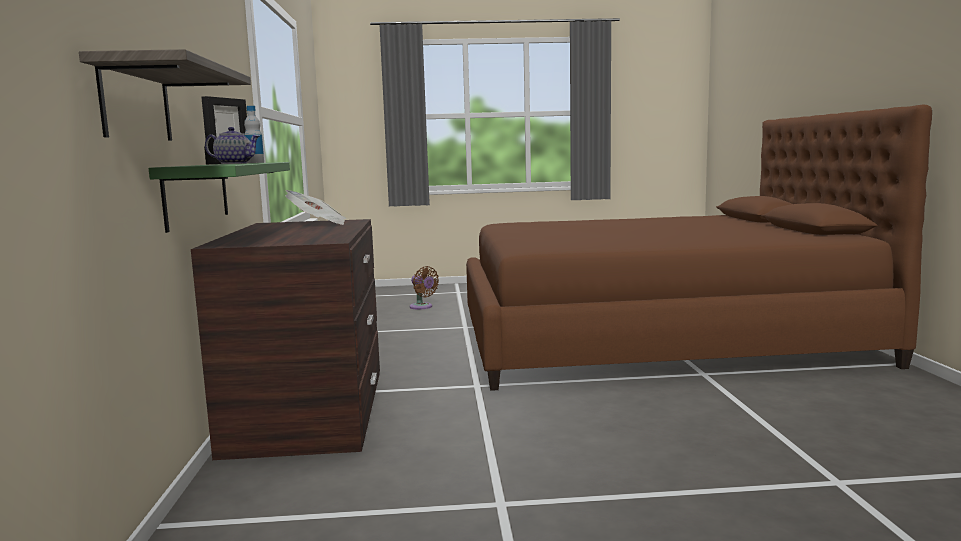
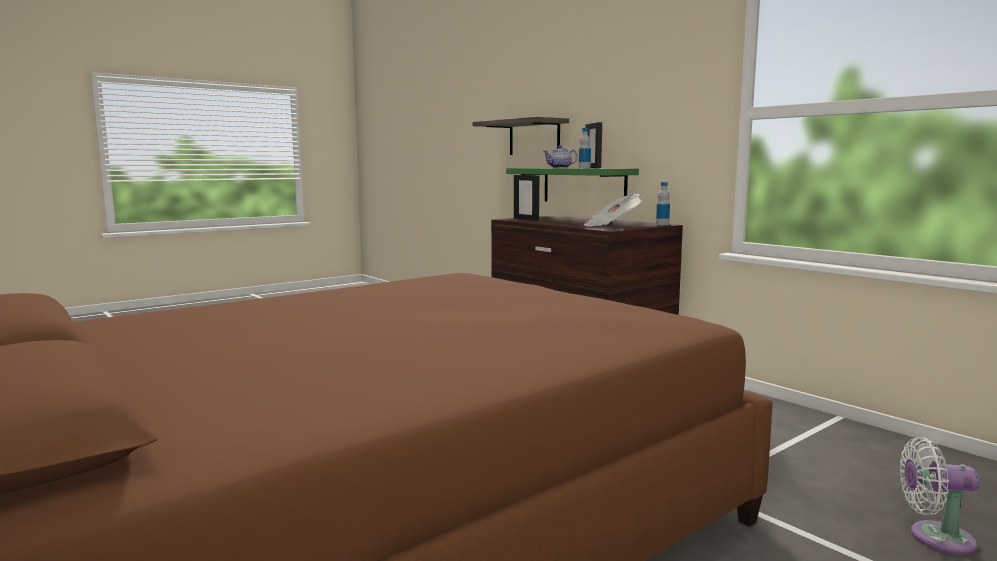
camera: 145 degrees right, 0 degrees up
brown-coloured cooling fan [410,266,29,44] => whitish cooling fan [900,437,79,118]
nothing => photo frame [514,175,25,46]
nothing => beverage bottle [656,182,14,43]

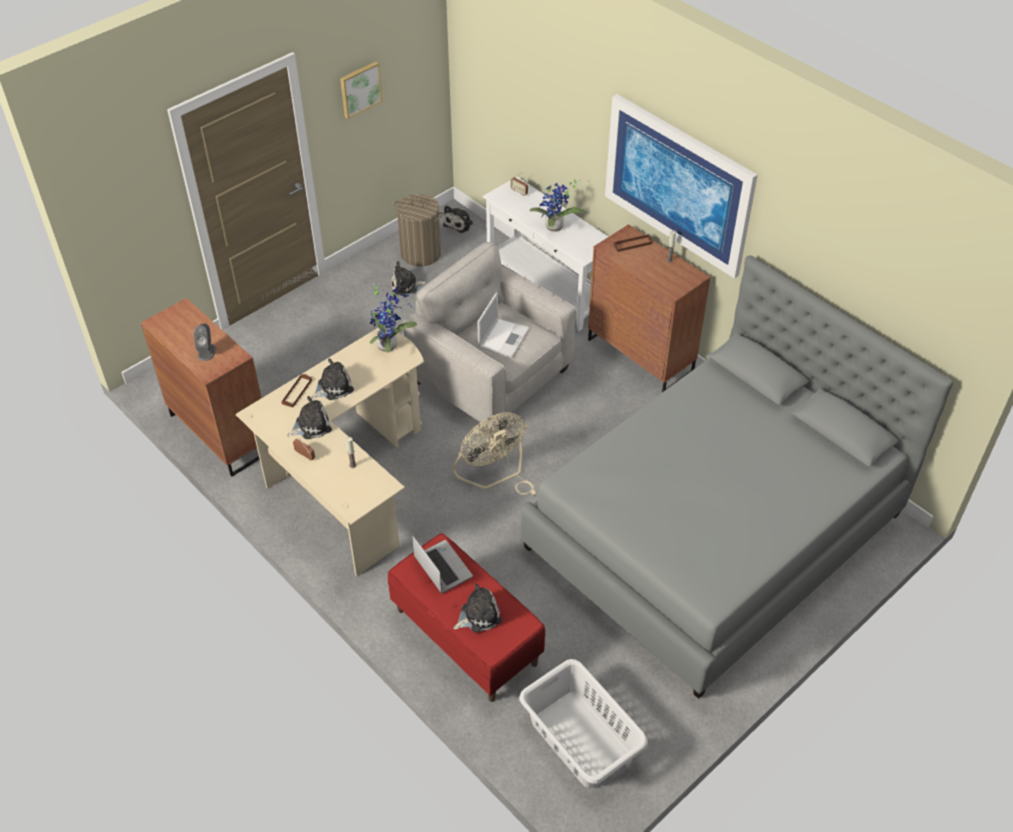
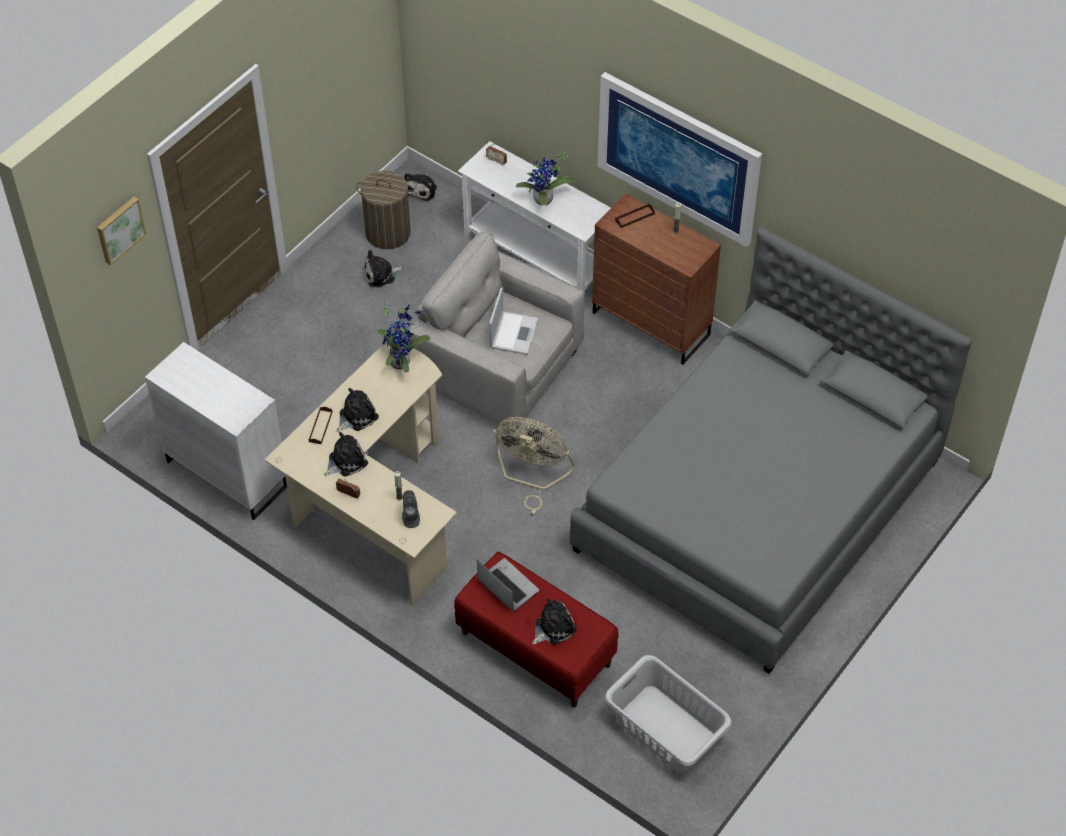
camera: 10 degrees left, 5 degrees up
brown-coloured drawer chest [141,298,120,179] => whitish drawer chest [145,342,142,178]
gray audio speaker [194,323,22,38] => gray audio speaker [402,490,18,38], relocated
picture [340,61,42,58] => picture [97,197,50,68], relocated
sand-coloured cooling fan [452,412,84,84] => sand-coloured cooling fan [493,417,82,98], 60 degrees clockwise

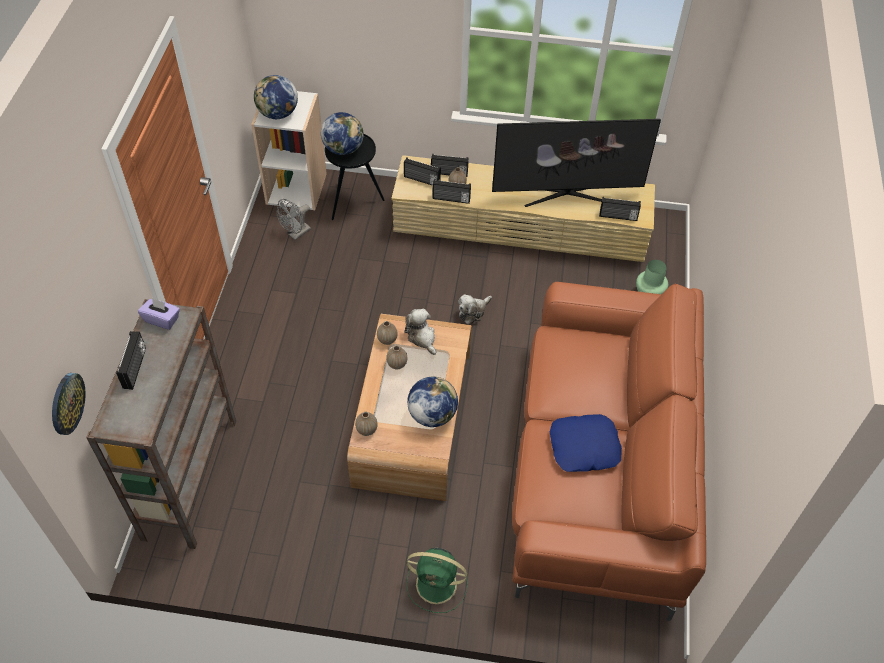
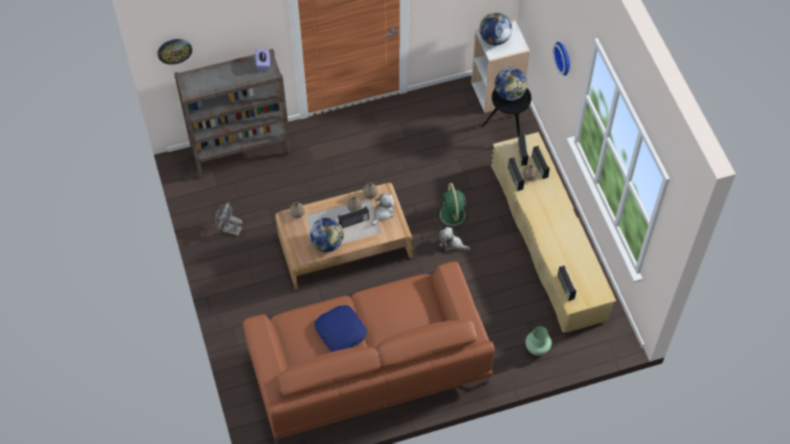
camera: 65 degrees right, 5 degrees up
radio receiver [116,331,30,59] => radio receiver [338,206,31,22], relocated
gray cooling fan [277,199,34,41] => gray cooling fan [215,202,27,34], relocated
greenish cooling fan [407,548,61,65] => greenish cooling fan [434,183,38,48], relocated
TV set [492,119,169,88] => nothing
nothing => wall clock [553,42,17,34]

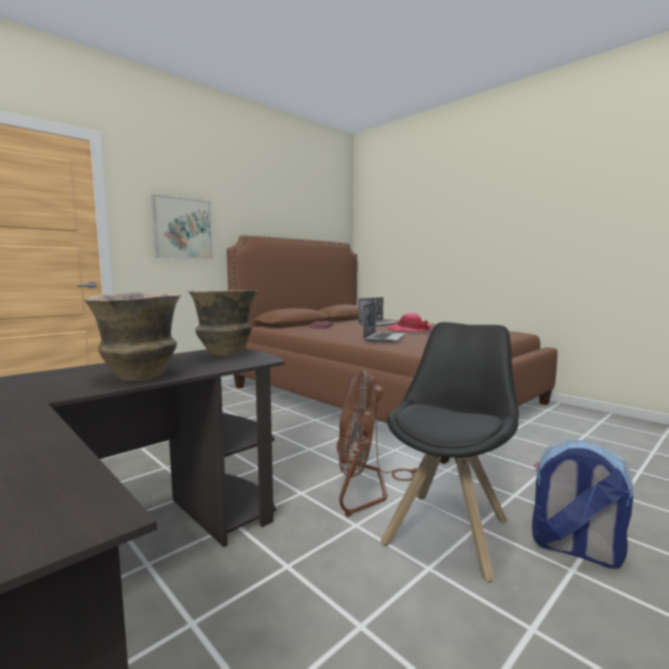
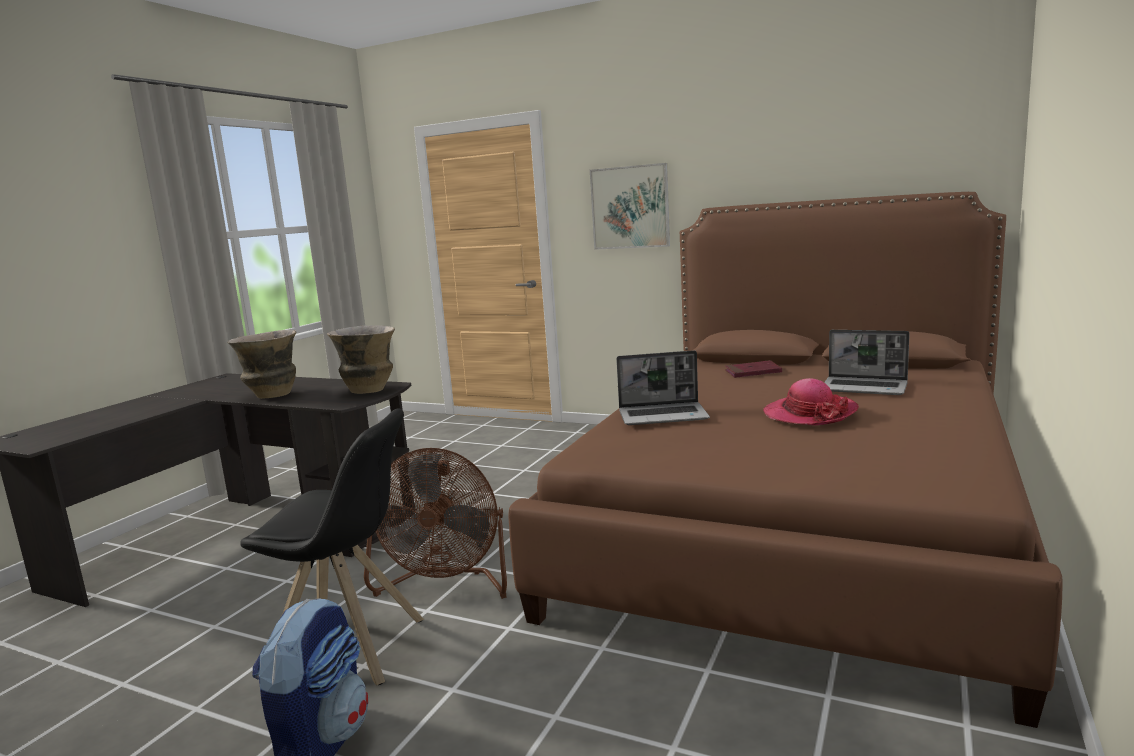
camera: 70 degrees right, 5 degrees up
brown-coloured cooling fan [337,370,81,147] => brown-coloured cooling fan [364,448,143,151], 150 degrees counterclockwise

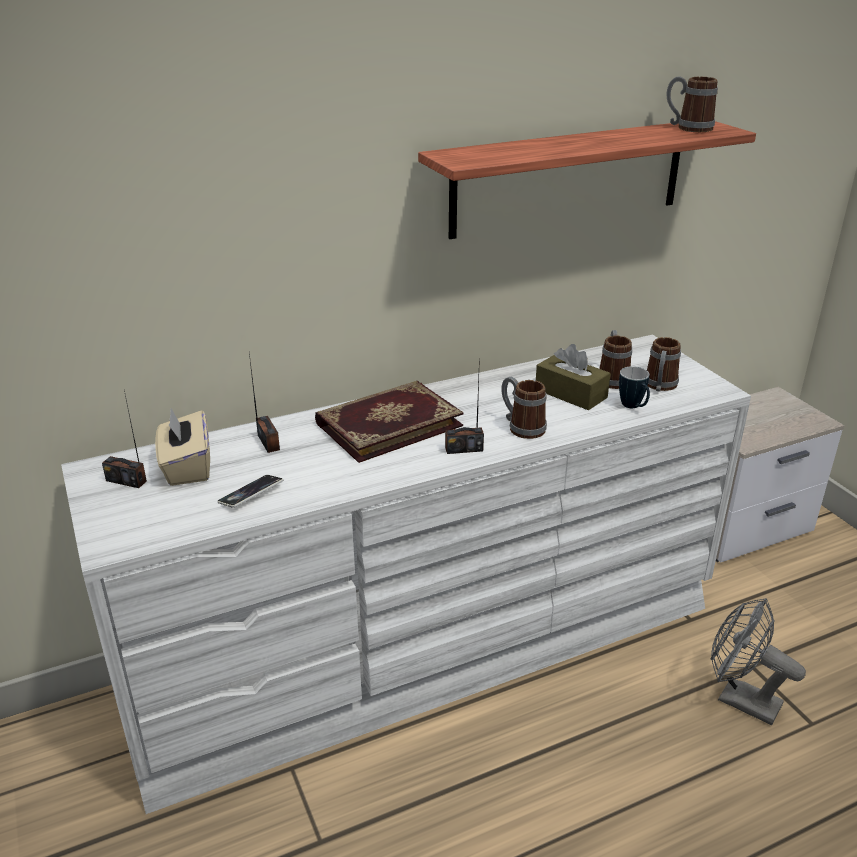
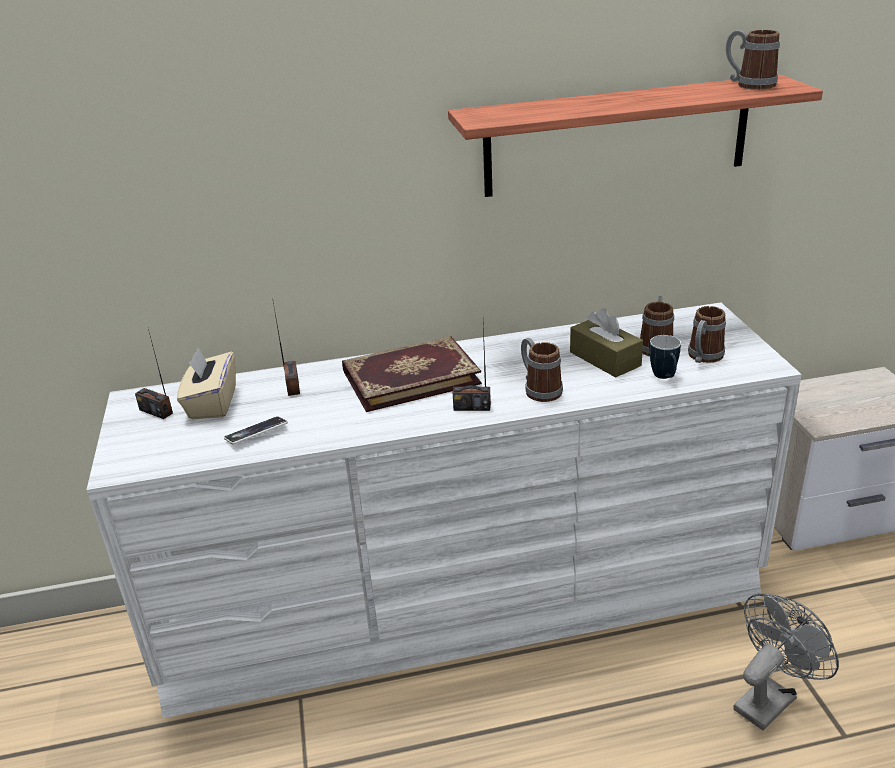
camera: 15 degrees right, 0 degrees up
gray cooling fan [711,598,95,127] => gray cooling fan [733,593,106,138], 90 degrees clockwise

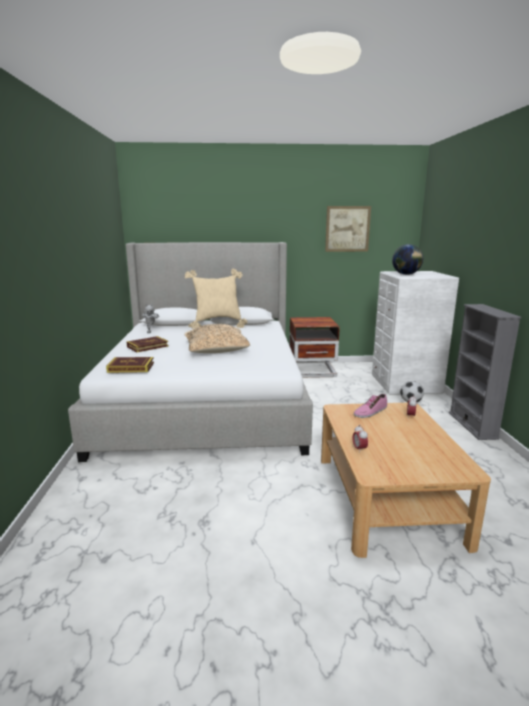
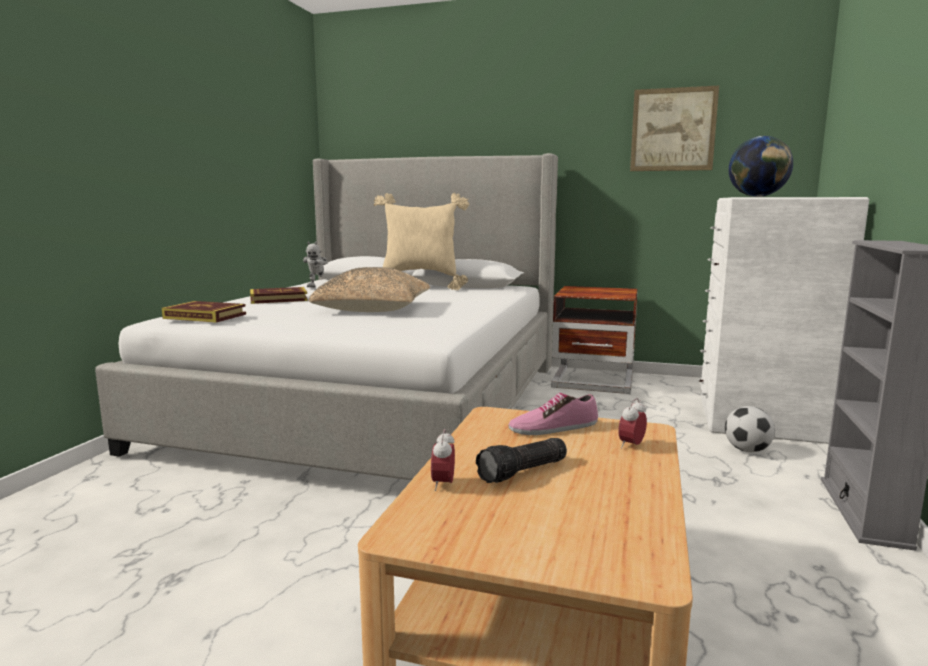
camera: 20 degrees right, 5 degrees down
nothing => hand torch [476,438,91,45]

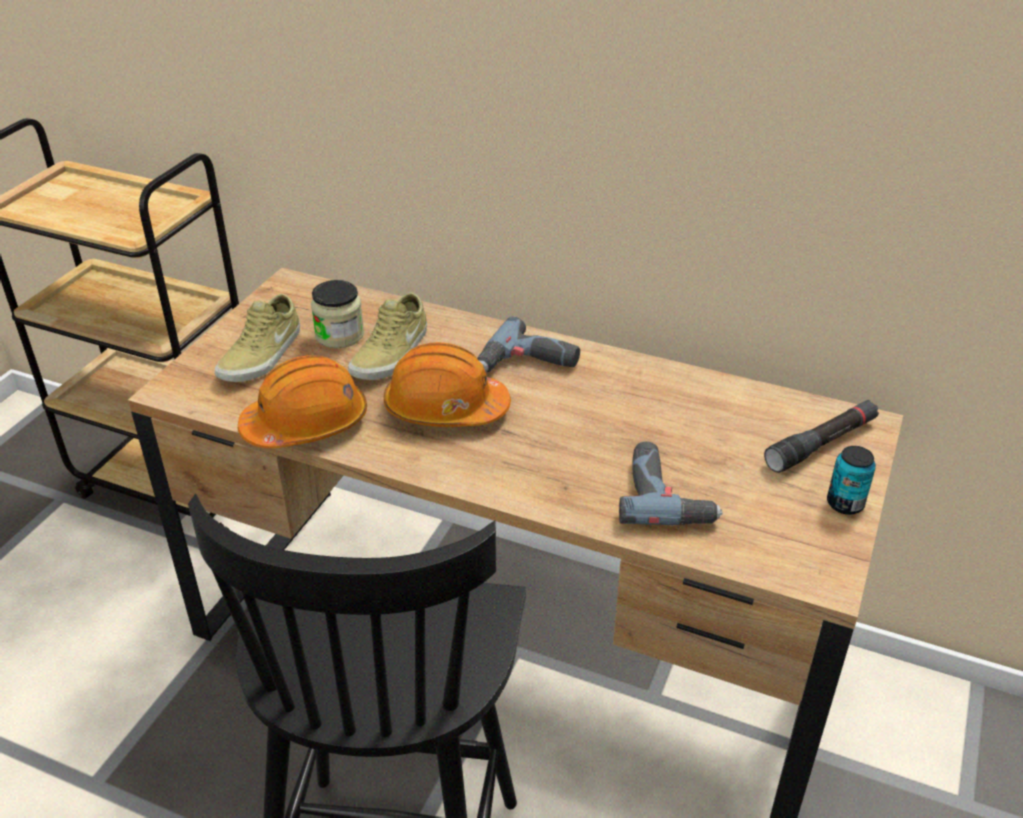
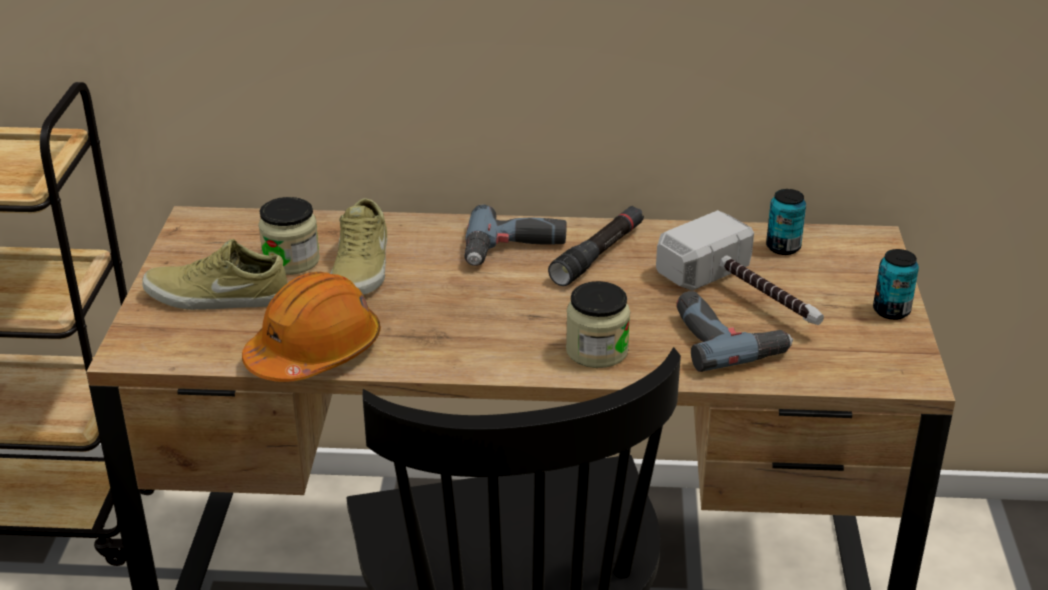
camera: 20 degrees left, 5 degrees down
sand-coloured low shoe [215,294,85,88] => sand-coloured low shoe [142,239,146,71], 90 degrees clockwise
orangey safety helmet [384,342,127,85] => nothing
black-coloured hand torch [764,400,115,73] => black-coloured hand torch [548,206,96,80], relocated
nothing => preserve jar [566,281,64,87]
nothing => tool hammer [656,210,168,115]
nothing => can [766,189,40,66]

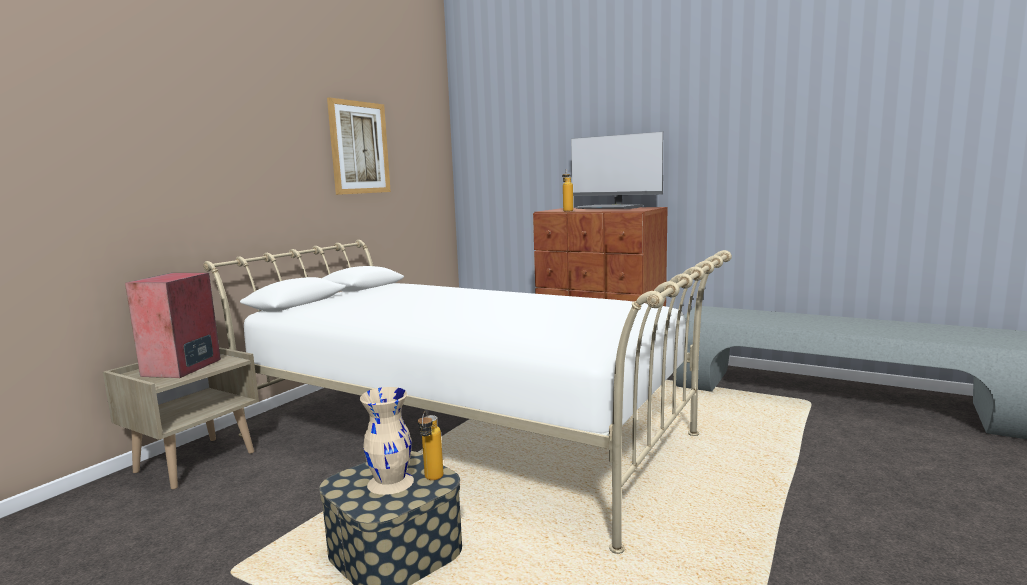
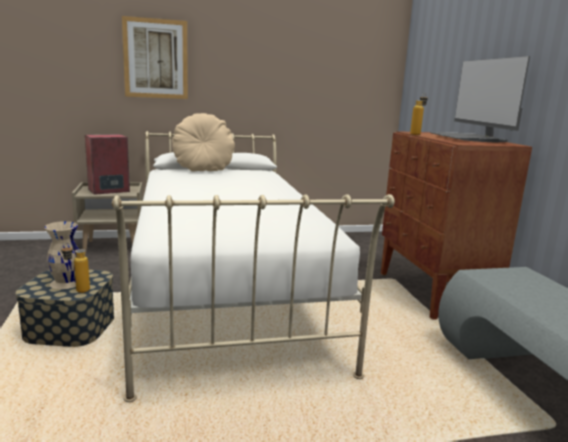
camera: 45 degrees right, 5 degrees up
picture [327,97,64,98] => picture [122,16,66,83], relocated
nothing => sand-coloured pillow [172,113,63,59]

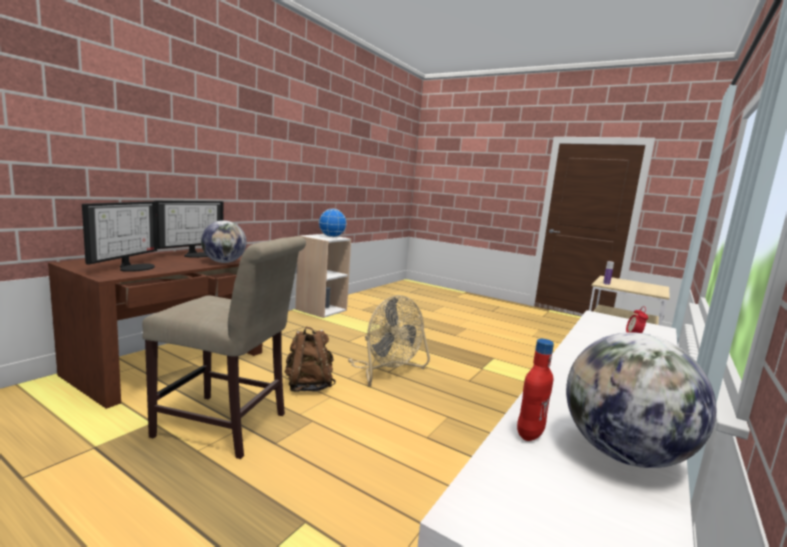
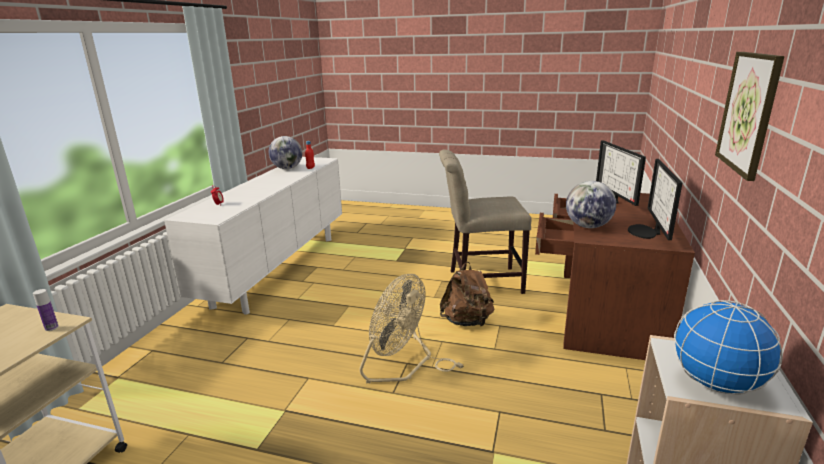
camera: 165 degrees right, 10 degrees up
nothing => picture [715,52,70,129]

